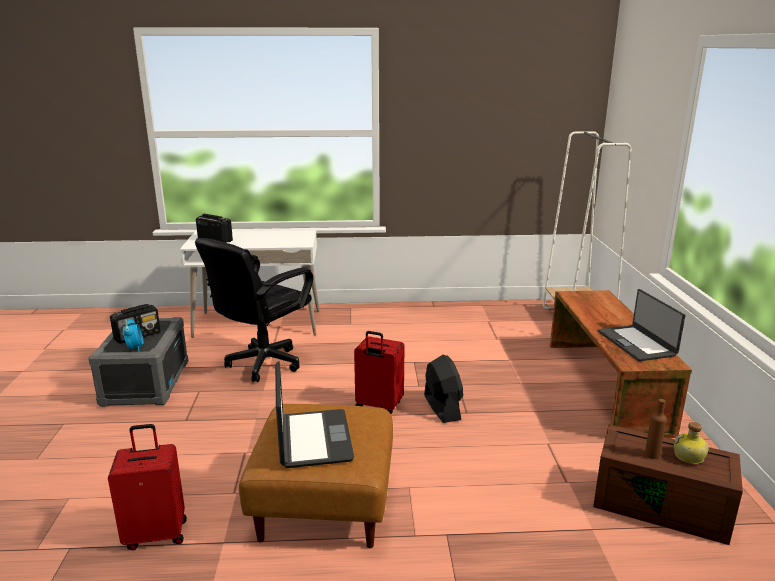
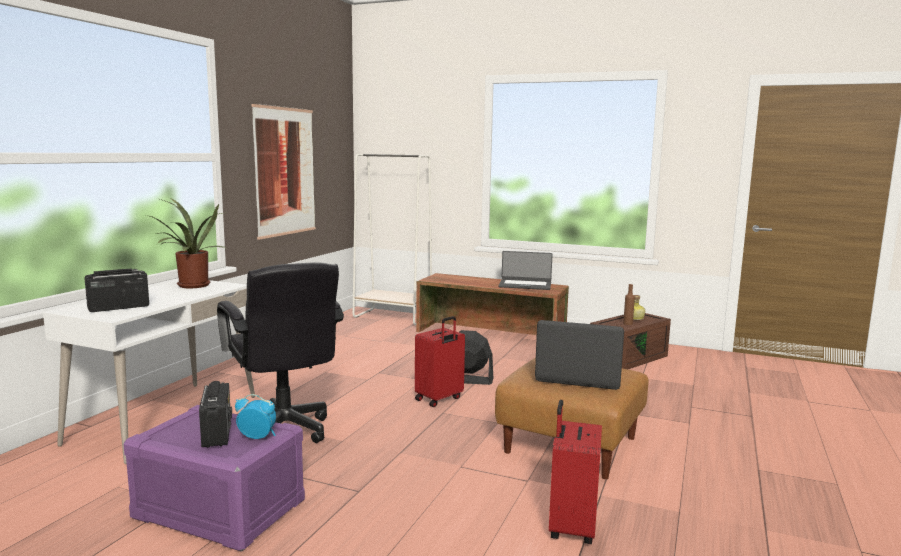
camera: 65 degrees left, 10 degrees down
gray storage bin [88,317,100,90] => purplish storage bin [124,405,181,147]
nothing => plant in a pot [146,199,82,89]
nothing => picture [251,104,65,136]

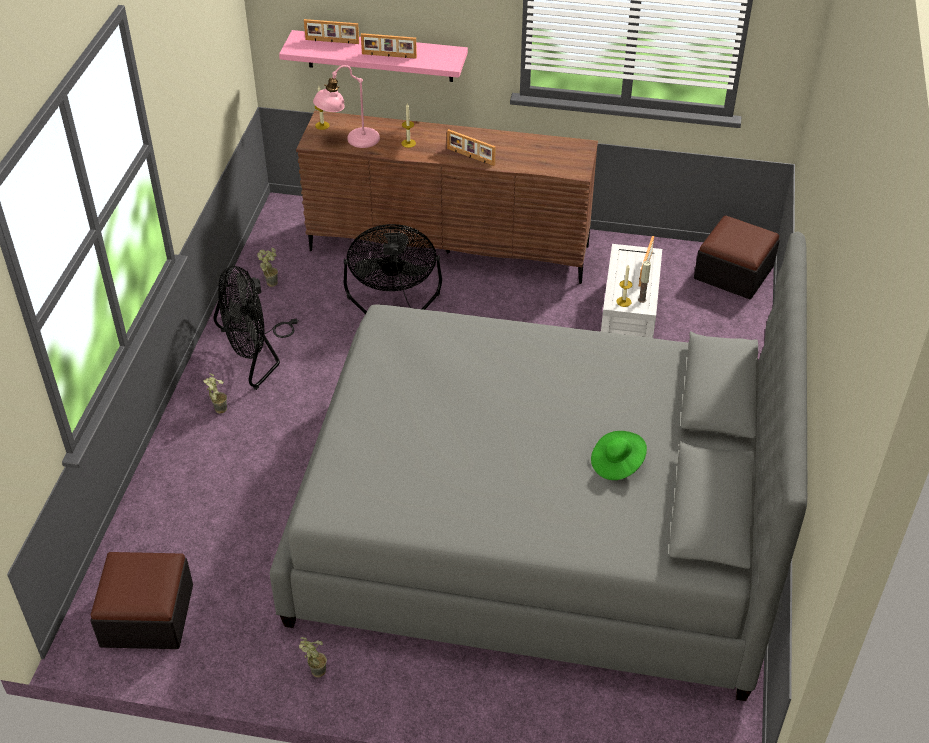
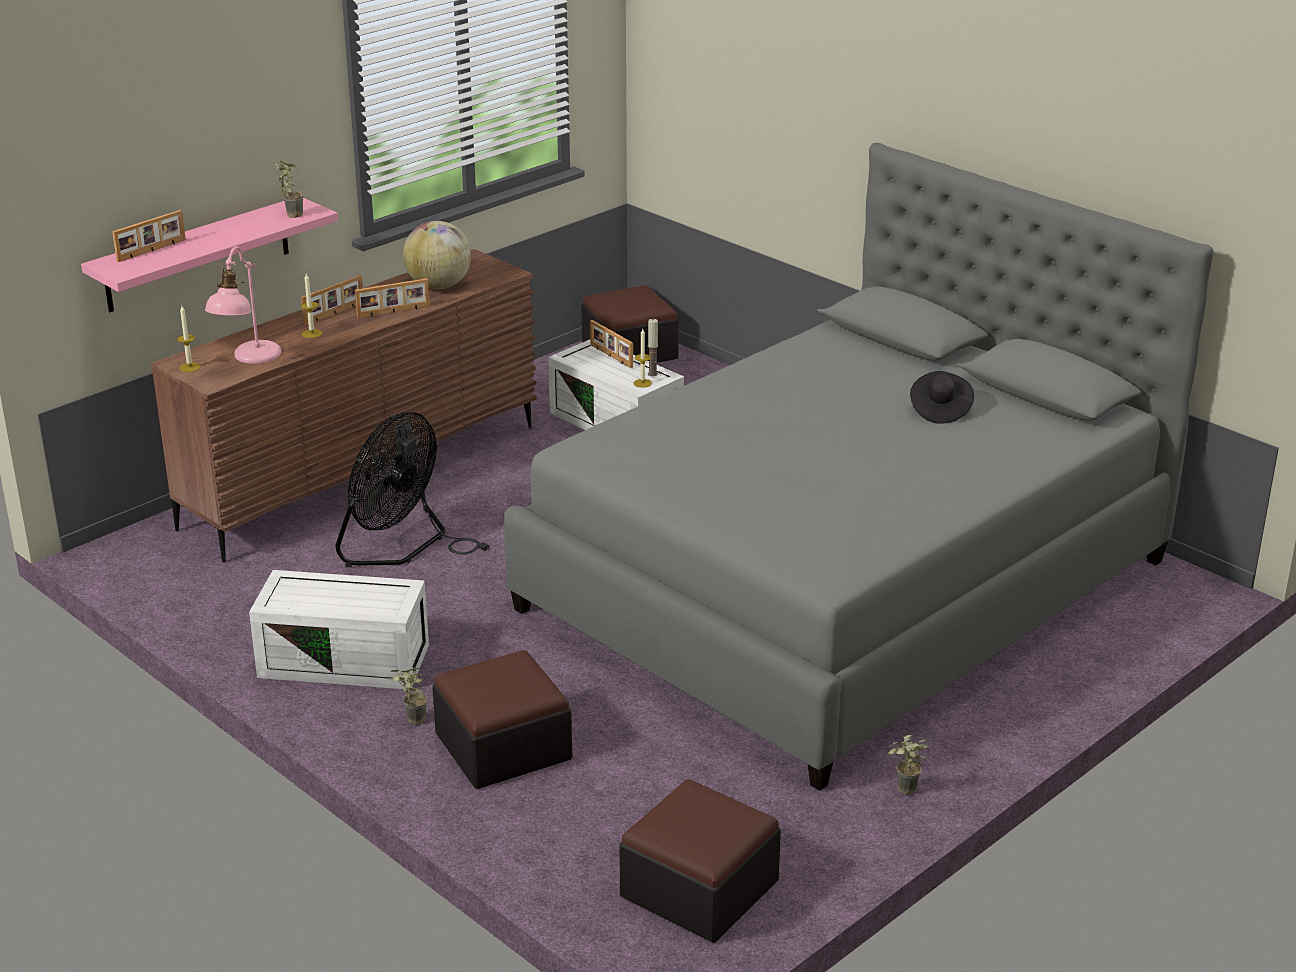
camera: 55 degrees left, 15 degrees down
black-coloured cooling fan [213,265,86,125] => whitish storage bin [249,570,180,119]
plant in a pot [257,248,21,39] => plant in a pot [274,161,30,57], relocated
photo frame [361,33,56,26] => photo frame [301,275,62,51], relocated
greenish hat [591,431,56,49] => black-coloured hat [910,371,64,53]
nothing => desk globe [403,221,68,68]
nothing => footrest [432,650,140,139]

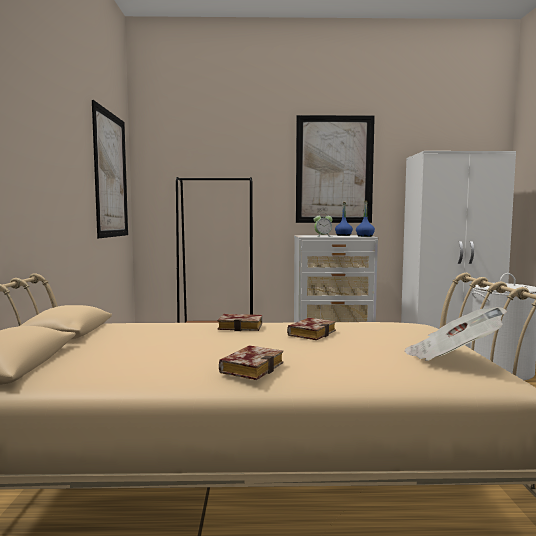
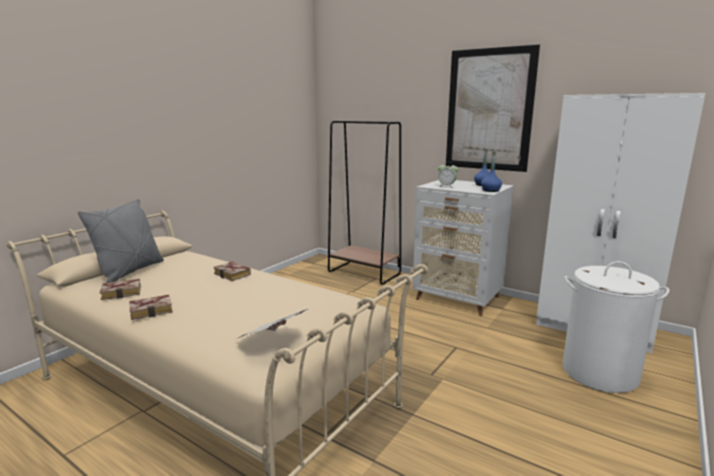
camera: 35 degrees right, 10 degrees up
picture [92,100,36,138] => nothing
book [287,318,49,22] => book [100,279,41,21], relocated
nothing => gray pillow [78,199,86,84]

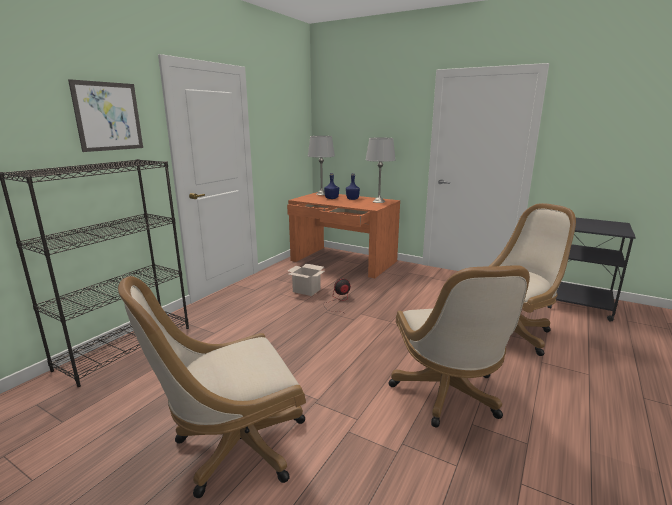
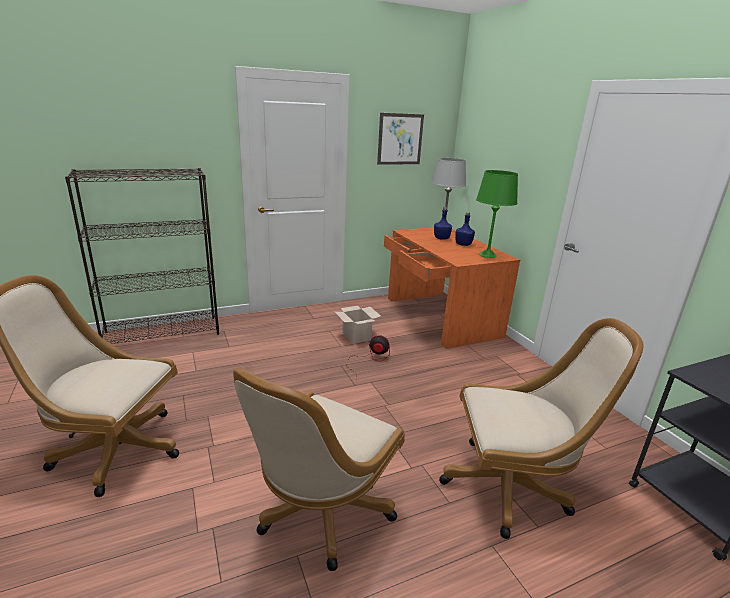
camera: 35 degrees right, 5 degrees up
picture [68,79,75,73] => picture [377,113,47,52], relocated
gray table lamp [365,138,31,65] => greenish table lamp [476,170,42,88]

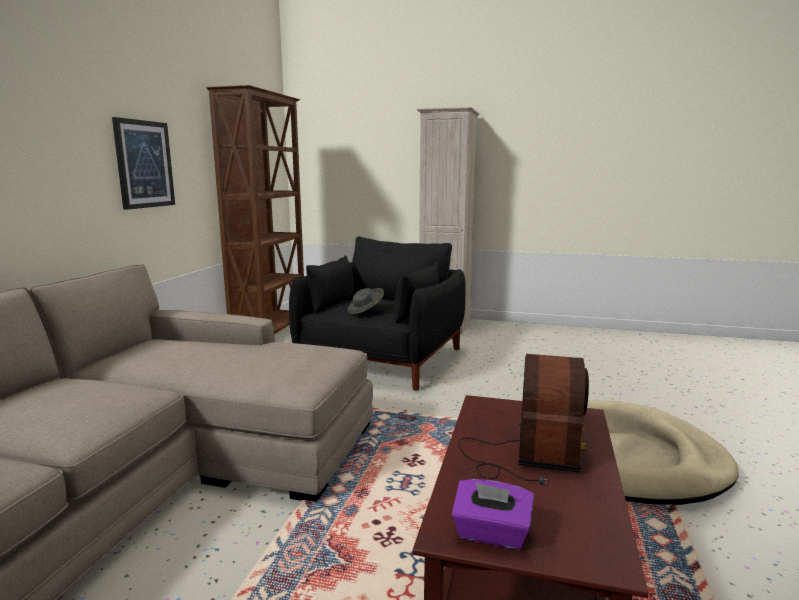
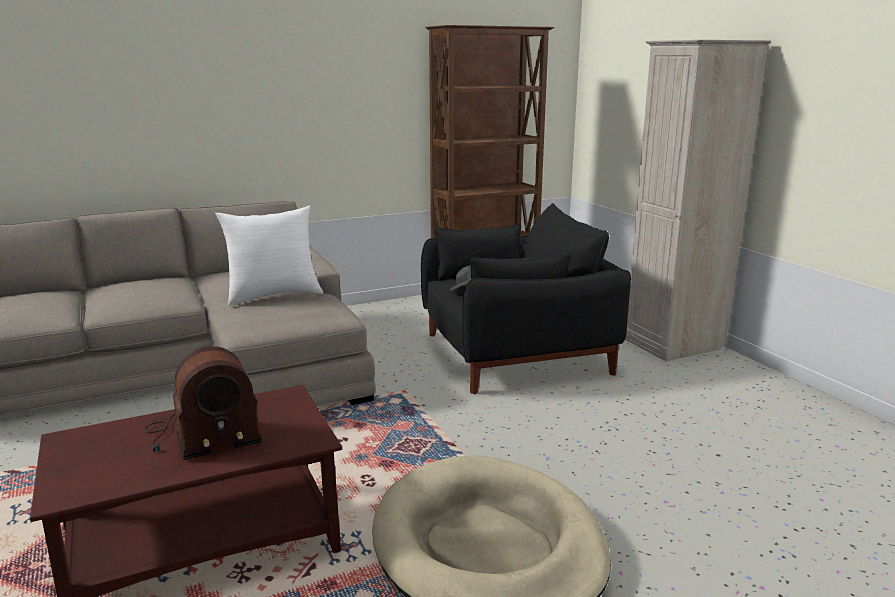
camera: 50 degrees right, 5 degrees up
picture [112,117,63,93] => nothing
purplish tissue box [452,479,82,70] => nothing
nothing => whitish pillow [215,205,108,101]

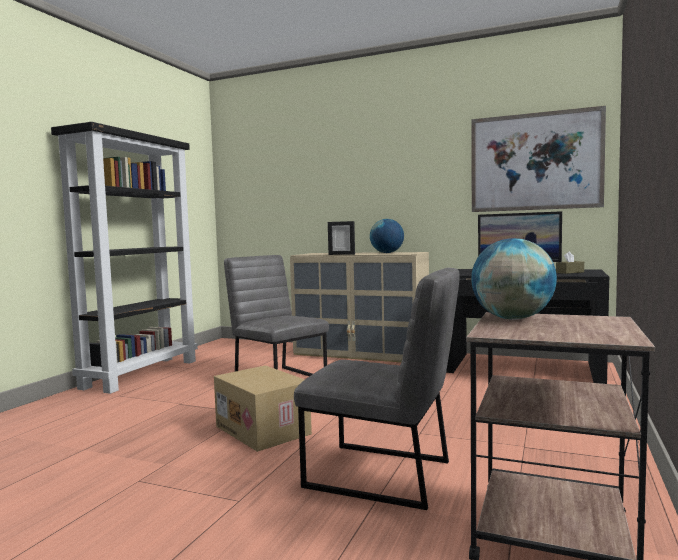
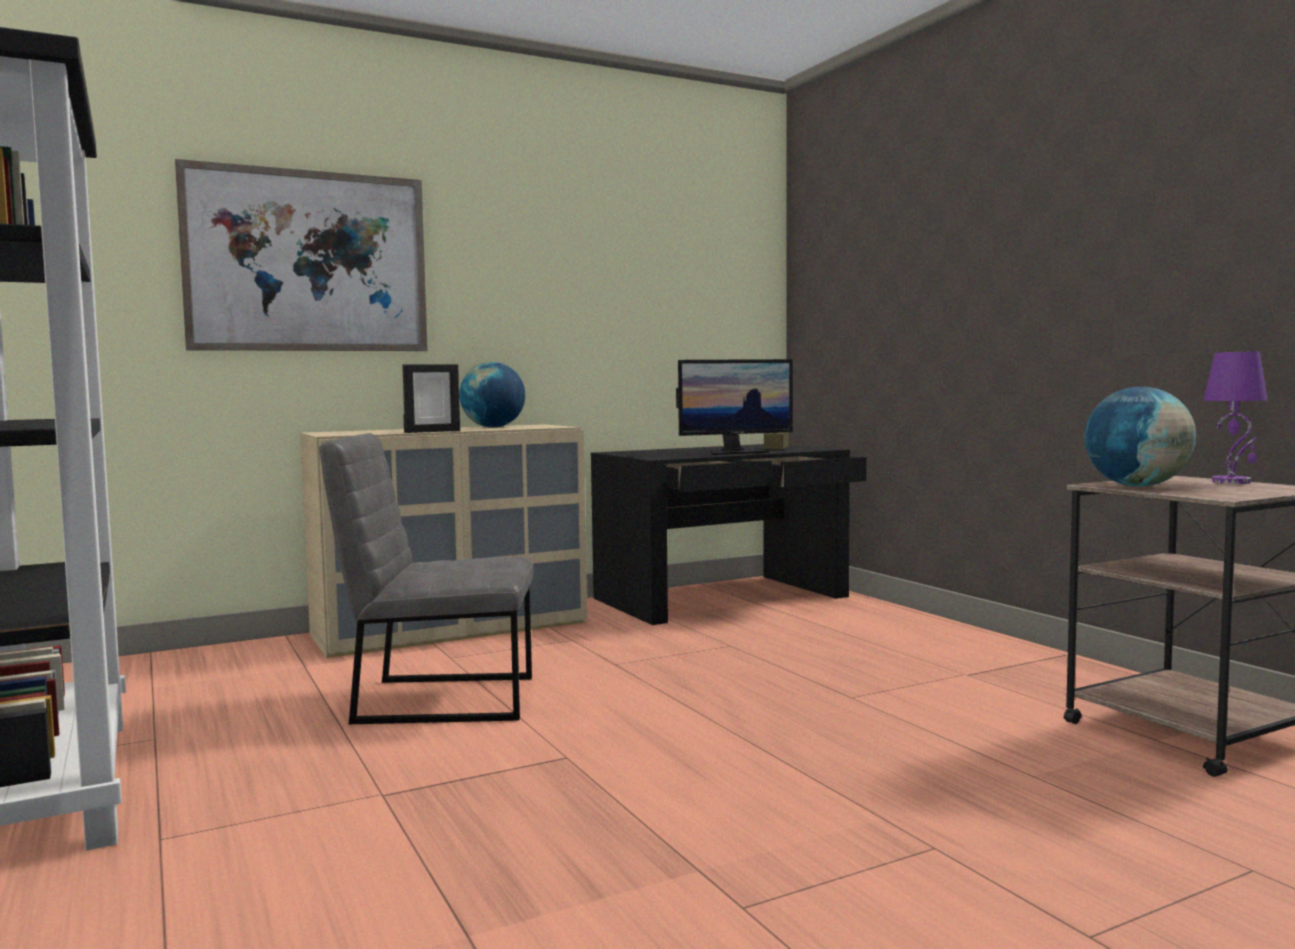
camera: 50 degrees left, 0 degrees up
packing box [214,365,98,87] => nothing
gray upright chair [294,268,166,242] => nothing
picture [471,106,135,106] => picture [175,159,253,192], relocated
nothing => purplish table lamp [1203,352,64,132]

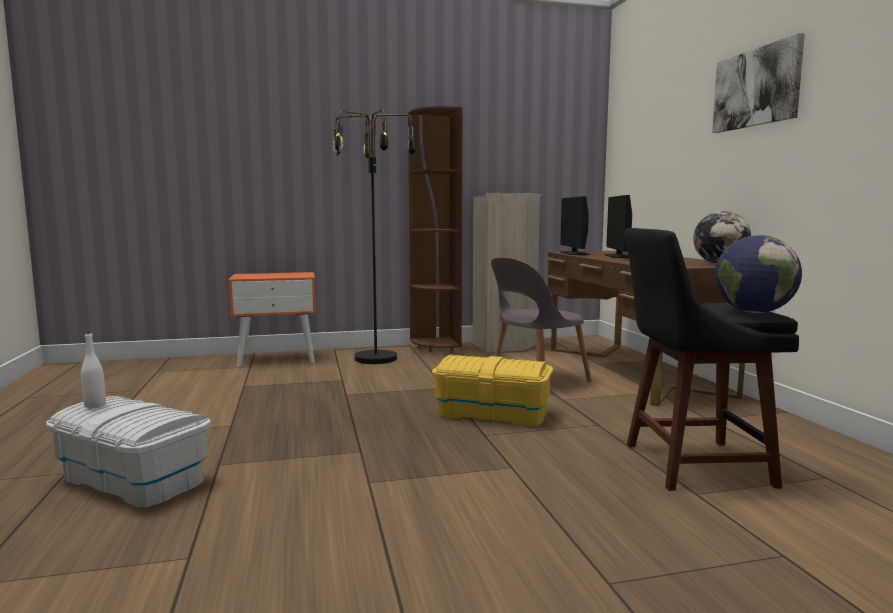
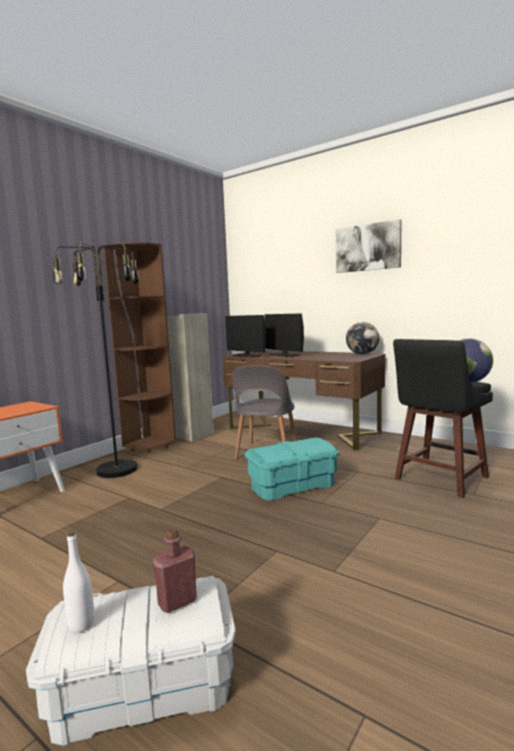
camera: 40 degrees left, 0 degrees up
yellowish storage bin [432,355,121,72] => blue-green storage bin [245,437,94,64]
nothing => red beverage bottle [153,528,44,85]

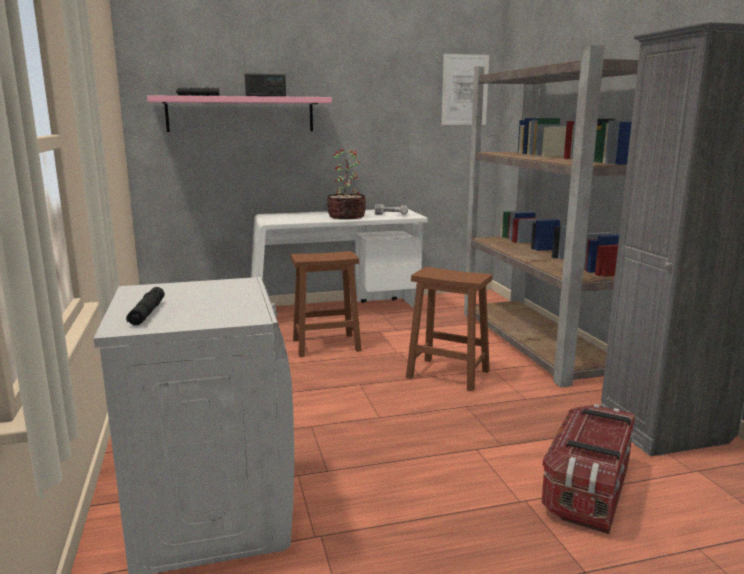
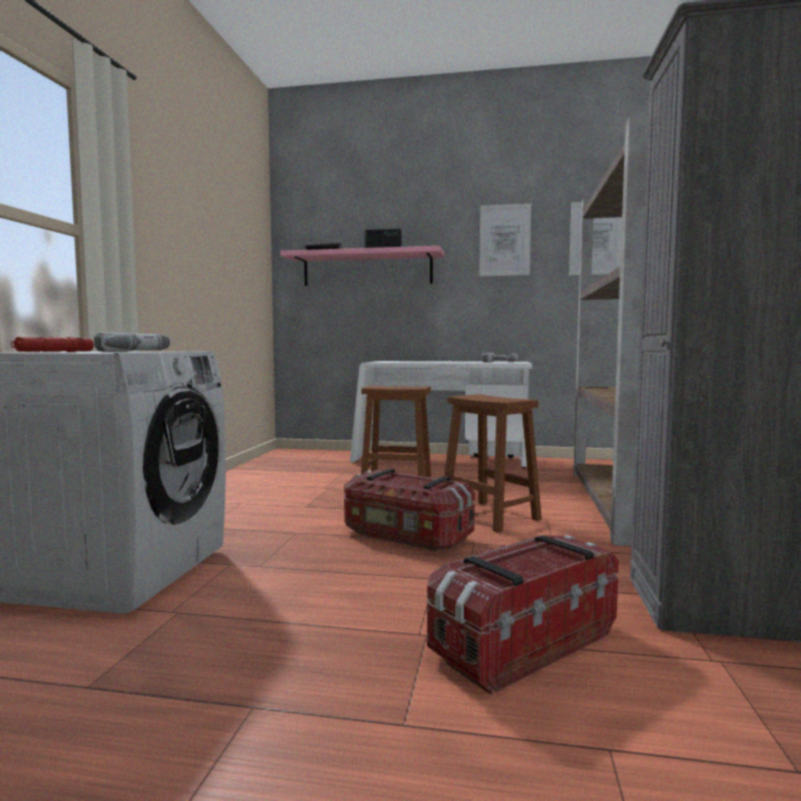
camera: 25 degrees right, 10 degrees down
black-coloured hand torch [126,287,39,38] => red hand torch [11,337,83,15]
plant in a pot [327,148,39,71] => nothing
nothing => power drill [94,332,76,20]
nothing => storage bin [344,469,131,83]
nothing => picture [479,203,52,73]

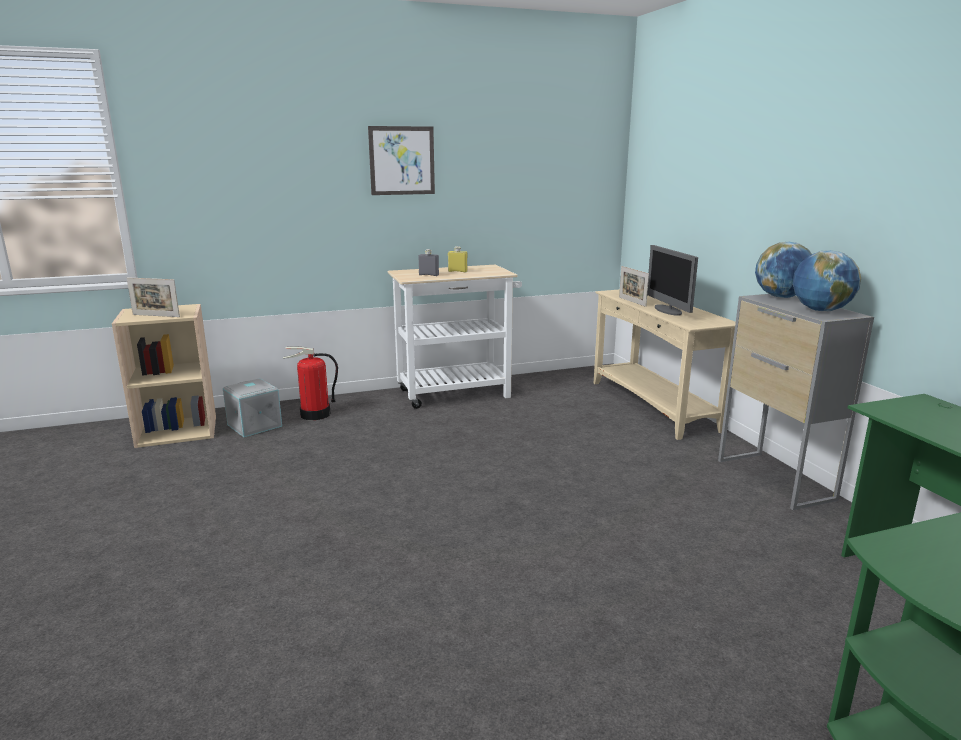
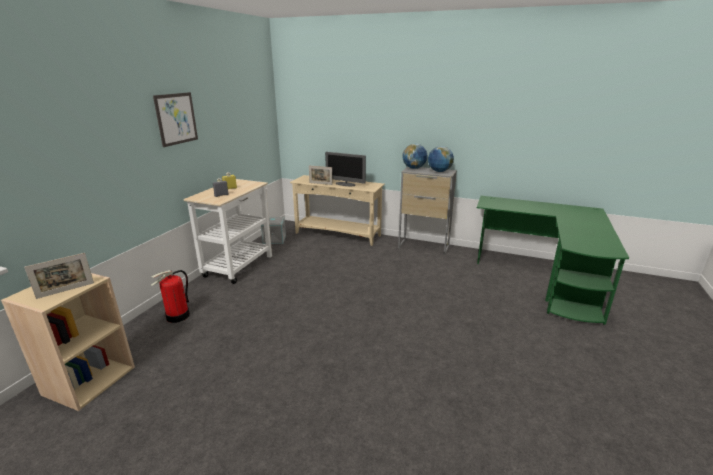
camera: 50 degrees left, 5 degrees up
gray storage bin [223,379,59,58] => gray storage bin [261,217,25,27], relocated

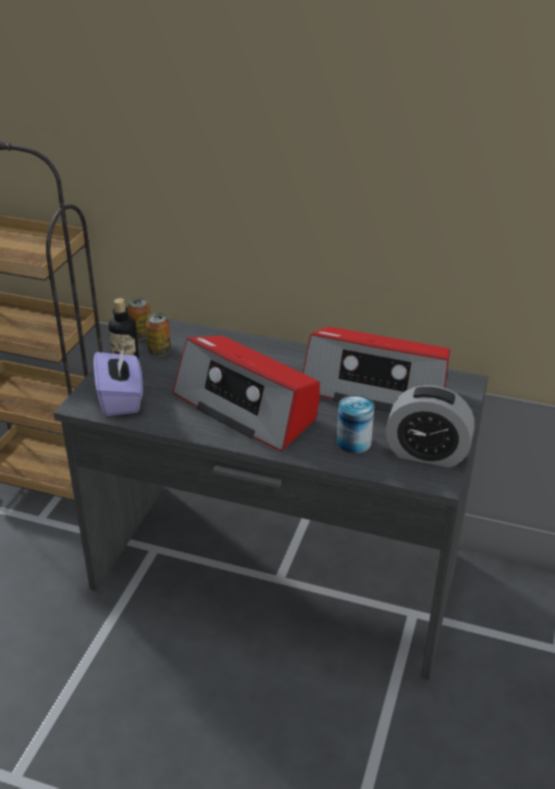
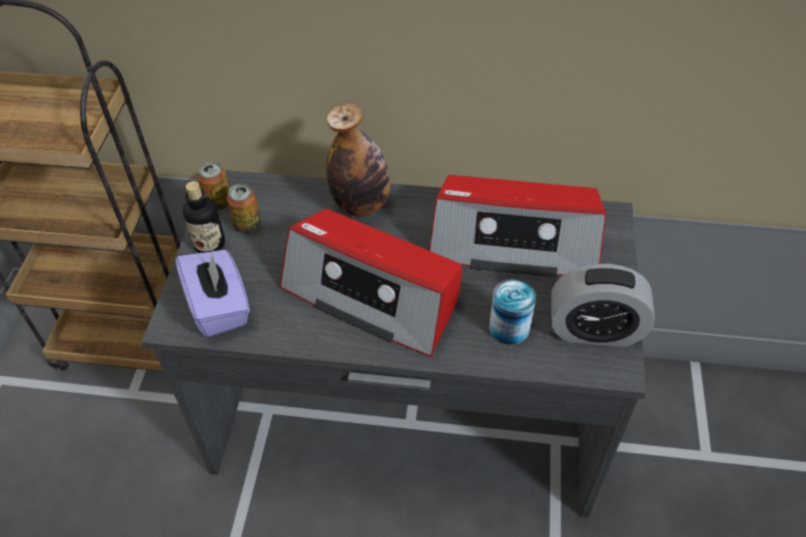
camera: 10 degrees left, 15 degrees up
nothing => beverage bottle [326,103,64,113]

